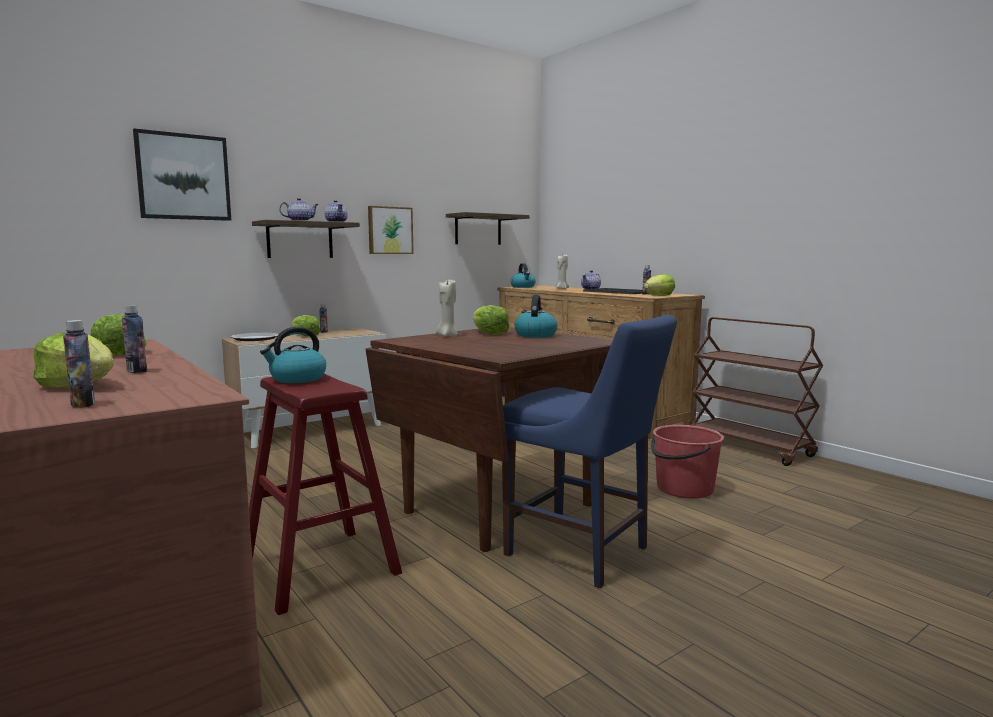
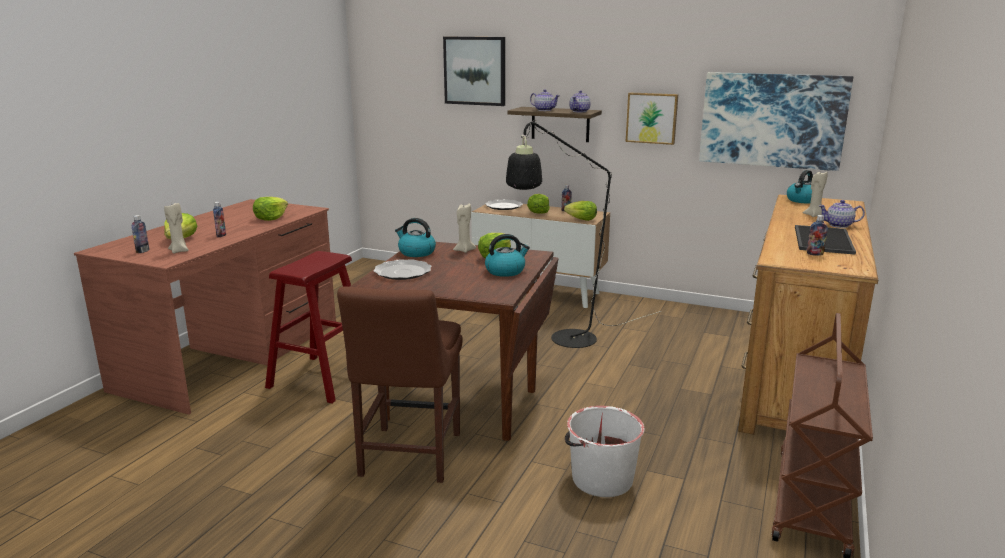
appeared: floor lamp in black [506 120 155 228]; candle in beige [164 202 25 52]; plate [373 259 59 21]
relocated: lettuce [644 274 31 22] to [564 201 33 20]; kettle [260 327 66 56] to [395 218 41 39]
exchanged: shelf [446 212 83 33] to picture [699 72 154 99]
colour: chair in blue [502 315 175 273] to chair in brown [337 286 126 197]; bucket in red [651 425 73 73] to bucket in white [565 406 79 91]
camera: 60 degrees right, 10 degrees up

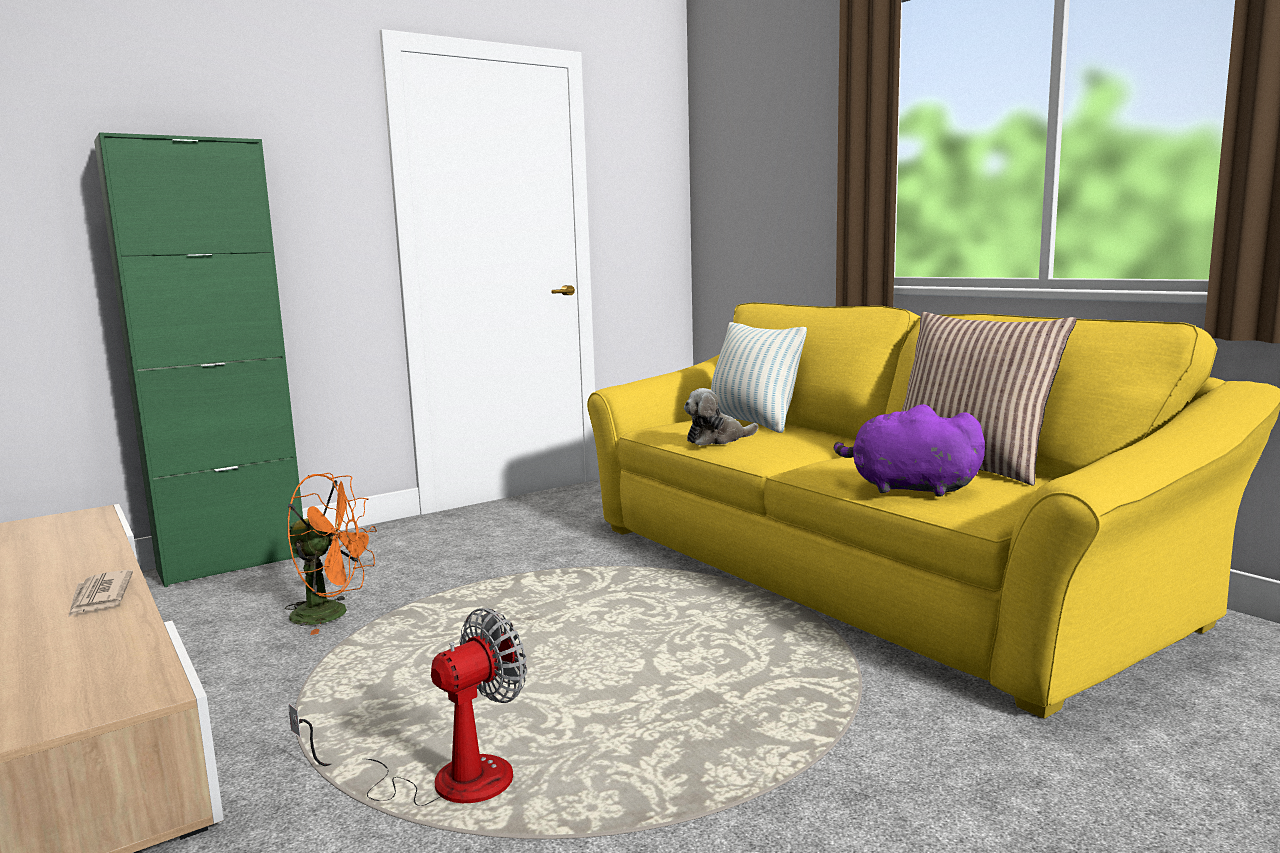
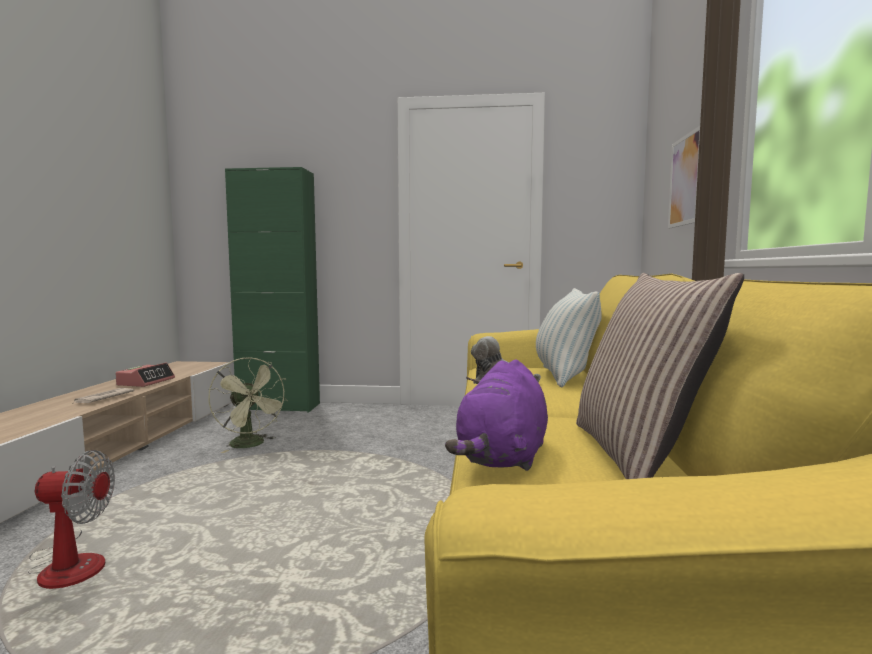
appeared: picture [668 126 32 102]; alarm clock [115 363 60 24]
colour: fan in orange [285 473 92 162] to fan in green [208 357 80 96]
spun: plush toy in purple [834 404 151 93] = [445 360 103 111] 135 degrees counterclockwise
camera: 40 degrees right, 5 degrees down

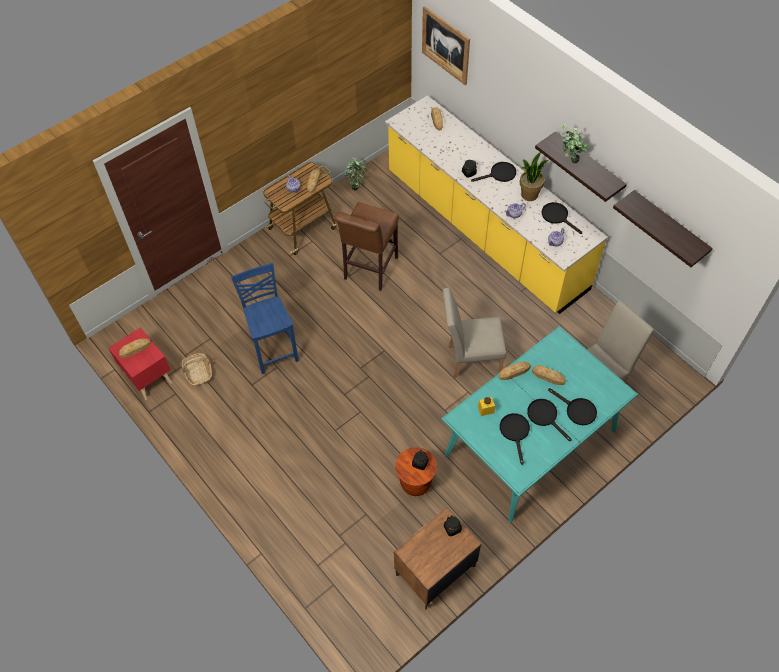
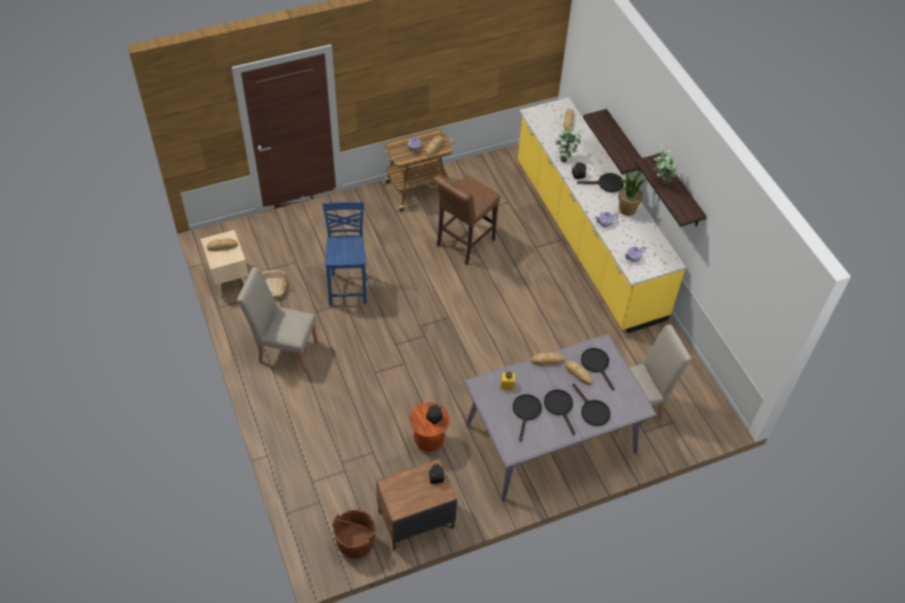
missing: picture [422 6 48 79]
appeared: bucket in brown [332 509 45 50]
relocated: potted plant [343 157 23 33] to [555 126 27 36]; shelf [613 190 100 77] to [583 109 58 65]; frying pan in black [542 202 40 32] to [581 348 33 42]; chair in beige [443 288 63 91] to [237 267 81 105]
colour: dining table in turquoise [441 326 197 196] to dining table in grey [464 334 193 167]; nightstand in red [109 327 63 73] to nightstand in beige [201 230 47 67]
camera: 15 degrees right, 5 degrees down

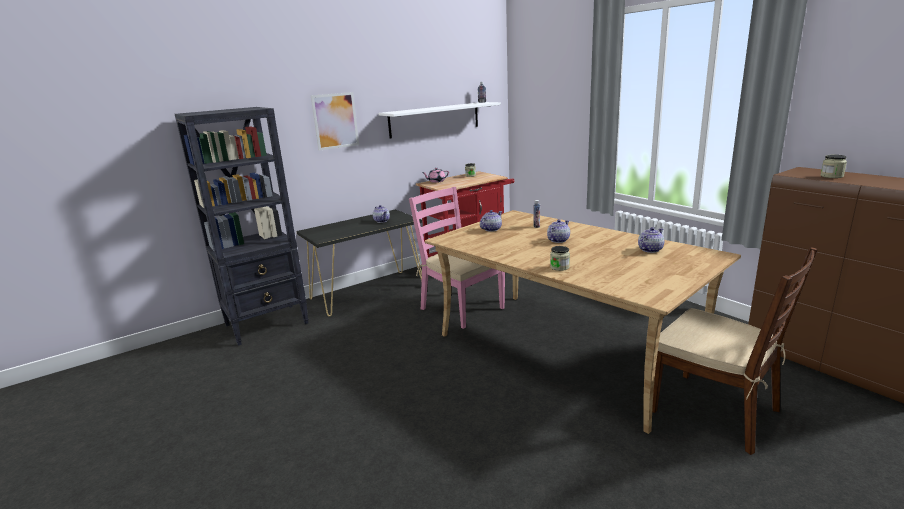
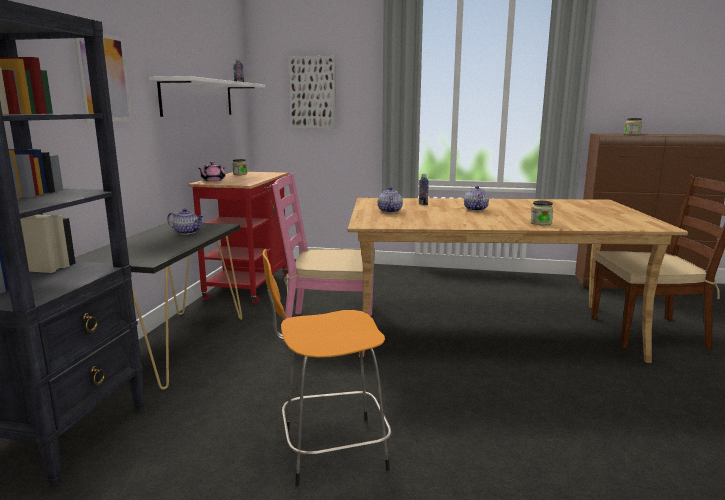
missing: teapot [638 227 26 26]
appeared: picture [289 56 47 73]; stool in orange [263 249 128 237]
camera: 45 degrees left, 5 degrees down

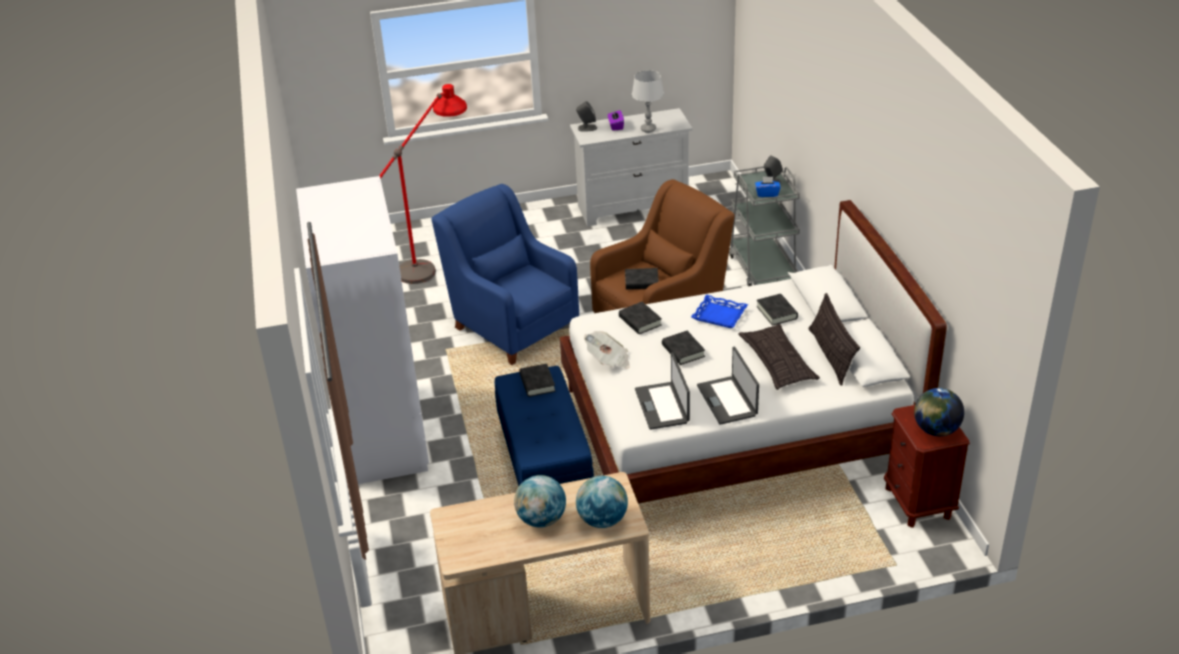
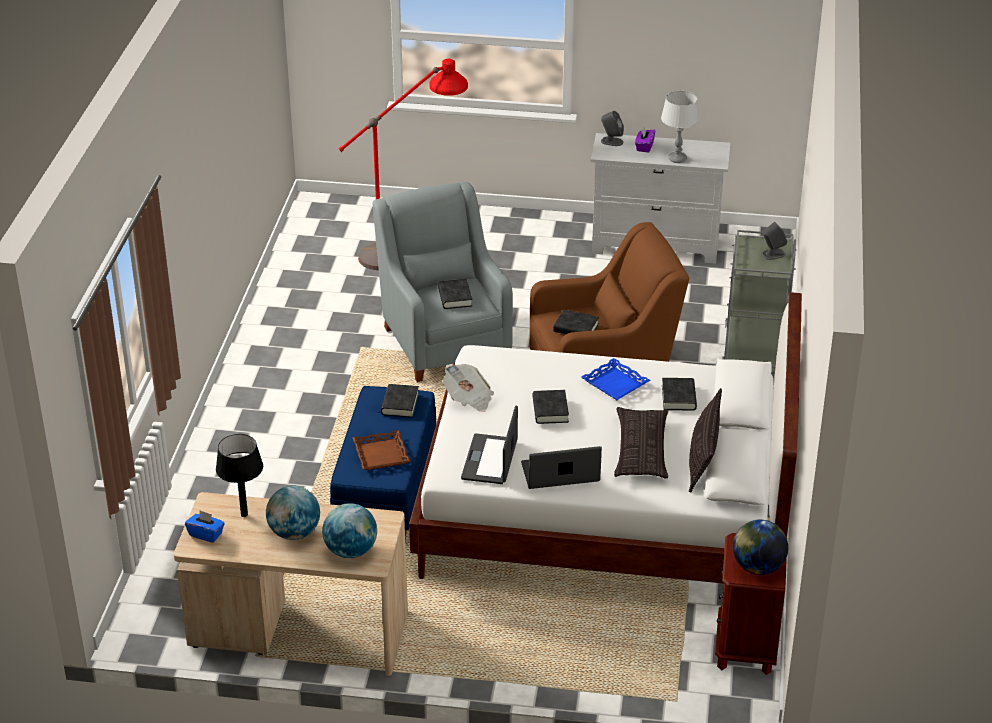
missing: wardrobe in white [296 176 133 308]
appeared: tray in brown [353 430 58 40]; table lamp in black [216 434 47 83]
relocated: tissue box in blue [755 177 26 20] to [185 510 40 33]; book in black [619 302 43 32] to [438 279 34 30]
colour: armchair in blue [431 184 148 181] to armchair in grey [372 182 141 200]
spun: laptop [697 347 62 78] = [521 446 81 43] 75 degrees clockwise
camera: 20 degrees right, 0 degrees up

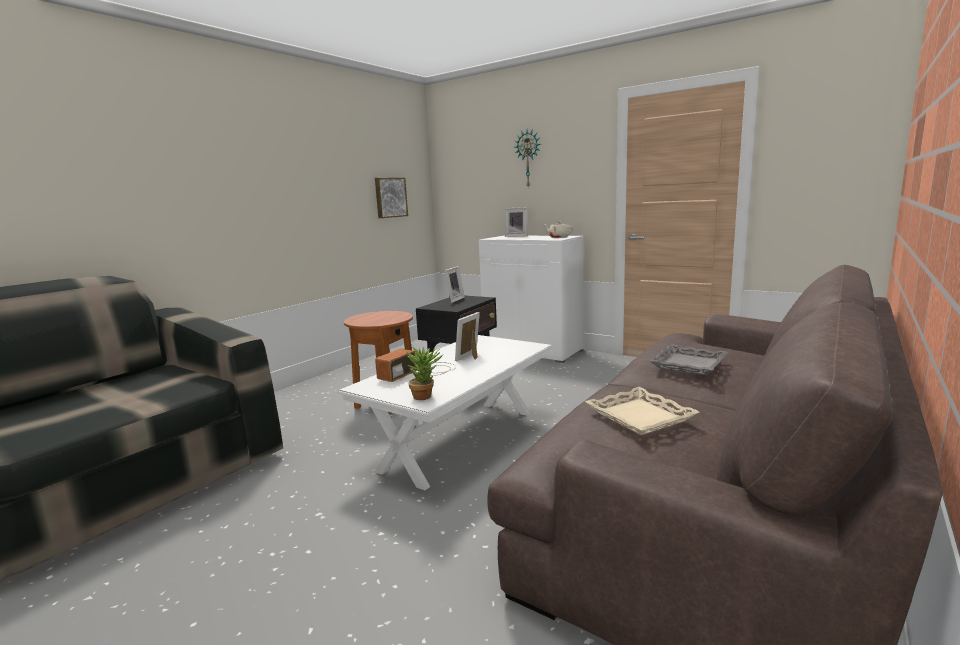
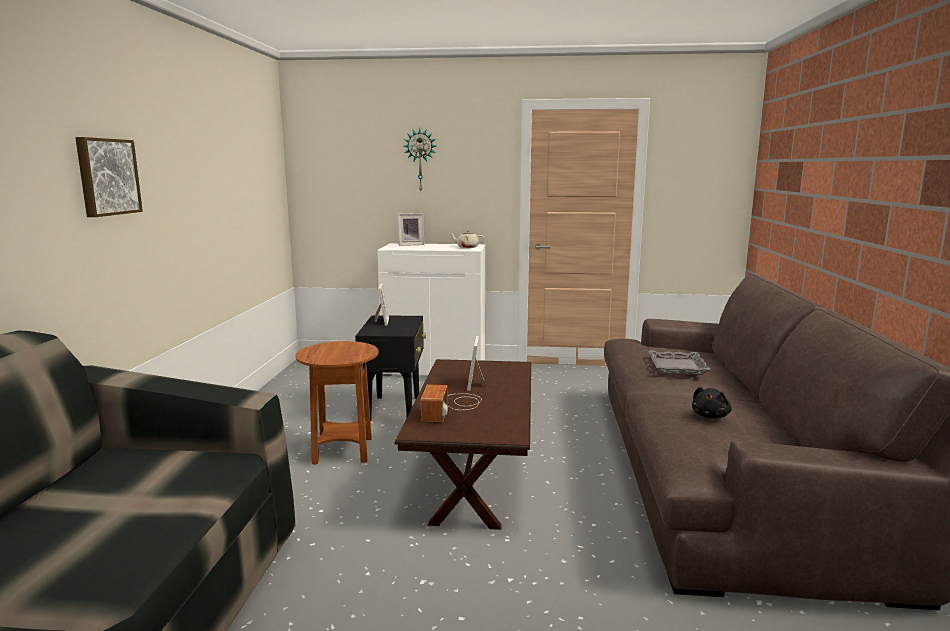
missing: potted plant [402 347 42 53]
relocated: picture [375 178 33 40] to [75 137 68 80]
exchanged: tray in beige [585 387 115 48] to plush toy in black [692 387 40 31]
colour: coffee table in white [337 335 216 156] to coffee table in brown [394 359 137 171]
camera: 30 degrees left, 0 degrees up

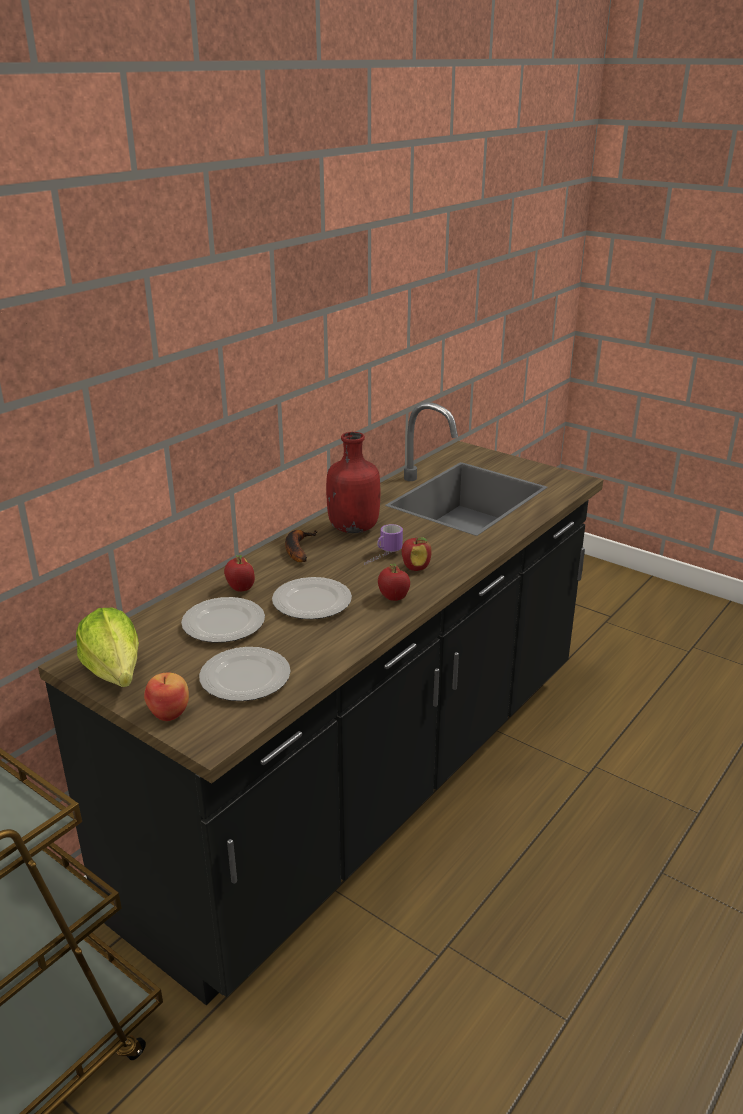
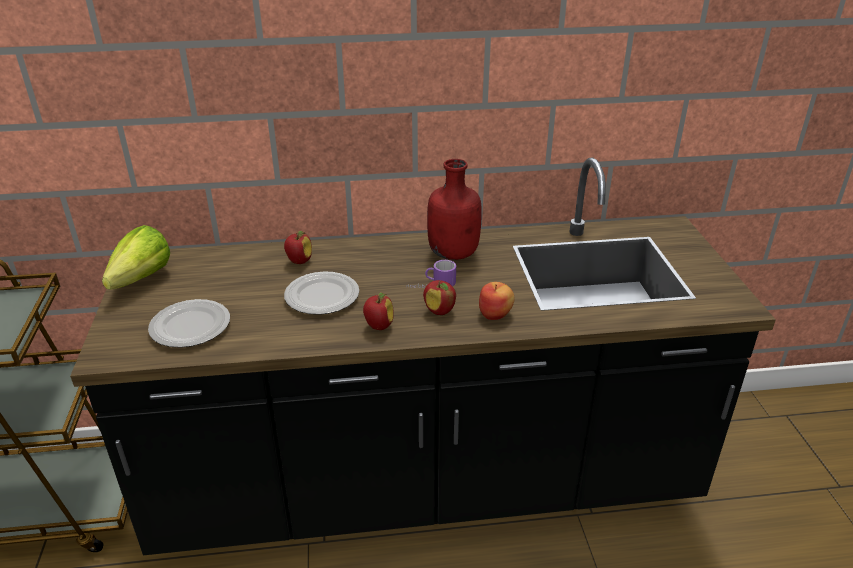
missing: banana [285 530 32 32]; plate [181 597 84 46]
relocated: apple [144 672 45 49] to [479 282 35 38]
camera: 45 degrees right, 5 degrees up

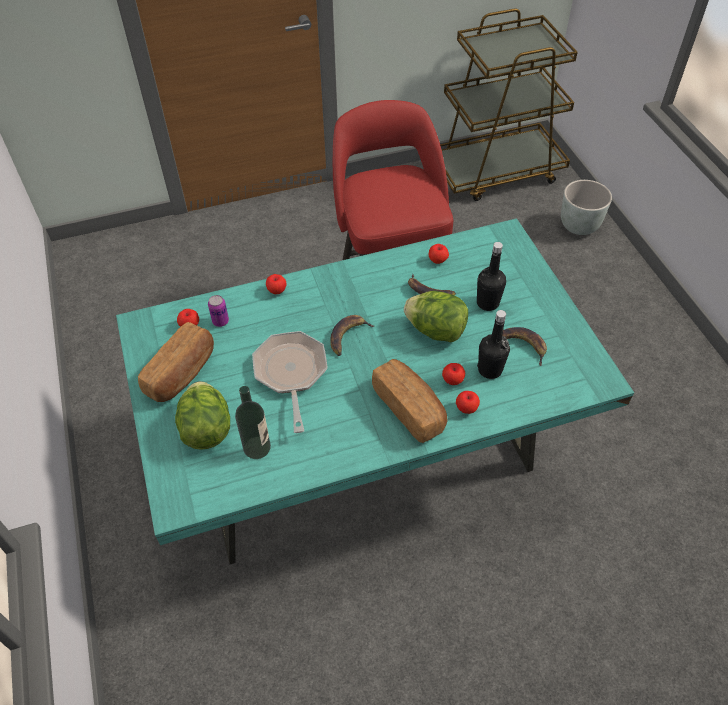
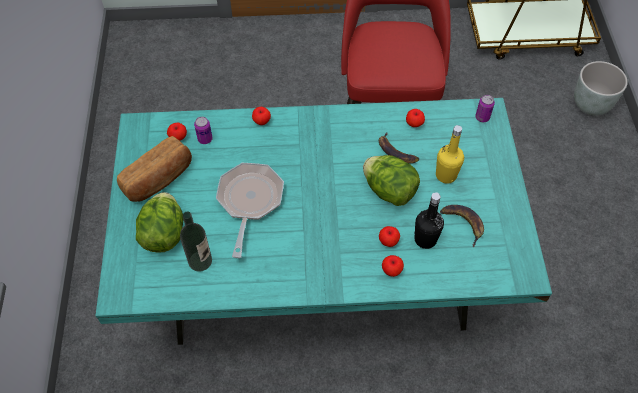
missing: banana [330 315 44 41]; bread [372 359 76 84]
appeared: can [475 95 20 27]
colour: bottle in black [477 242 29 69] to bottle in yellow [436 125 28 59]
camera: 15 degrees right, 5 degrees up

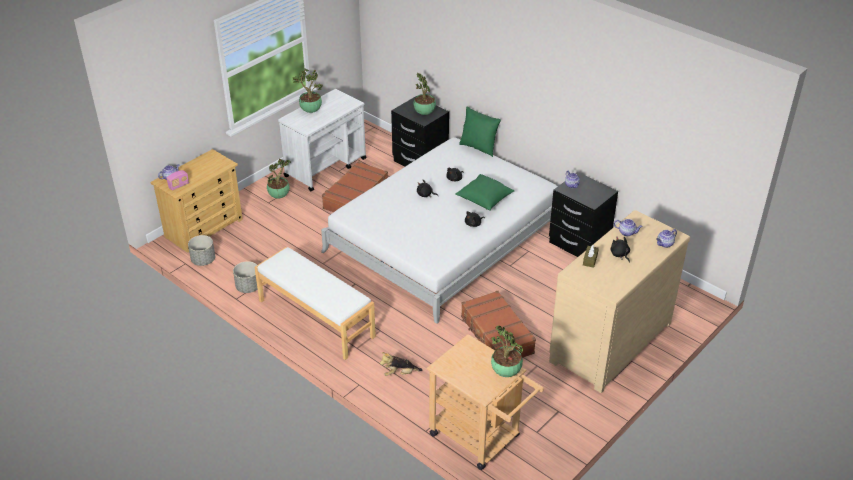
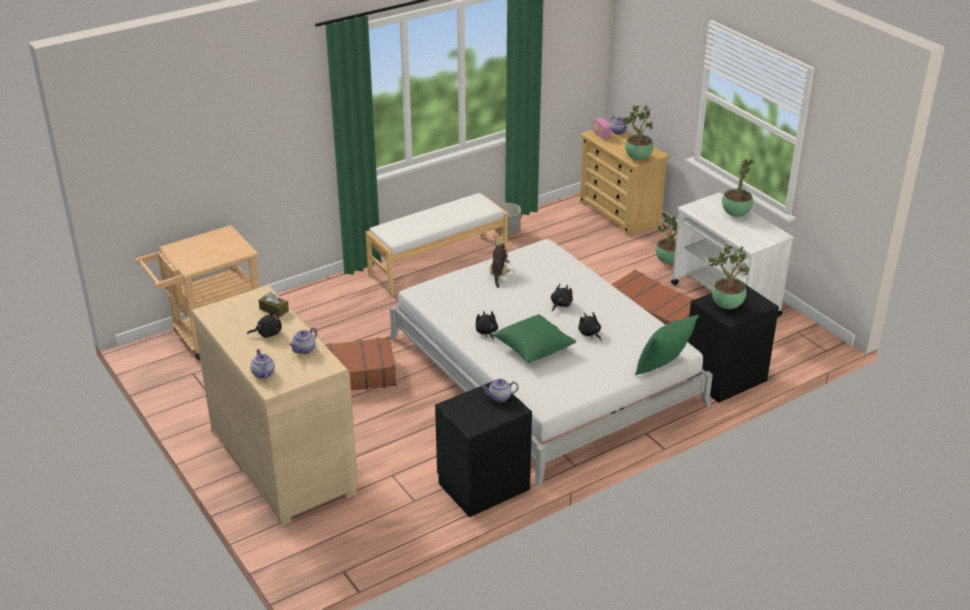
missing: planter in grey [188 235 27 31]
relocated: potted plant [491 326 32 51] to [622 105 31 55]; plush toy [380 352 42 24] to [489 233 22 55]
camera: 105 degrees right, 5 degrees down

